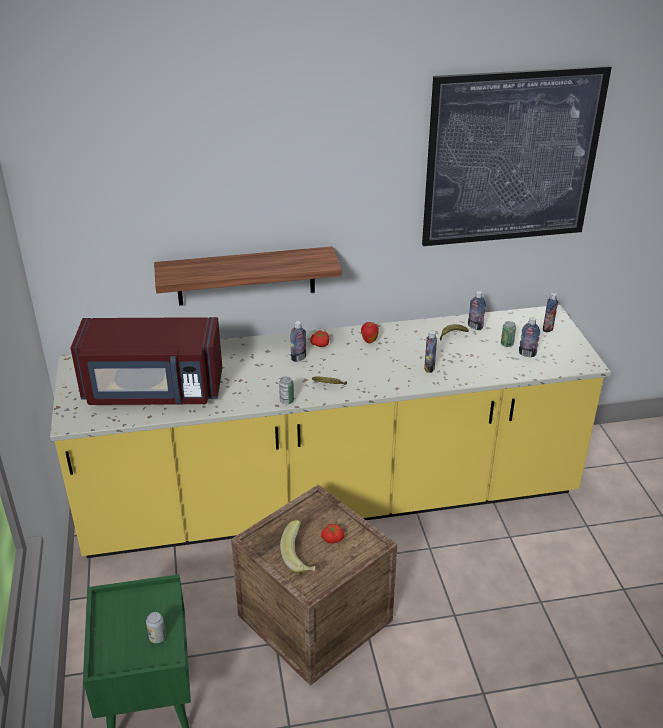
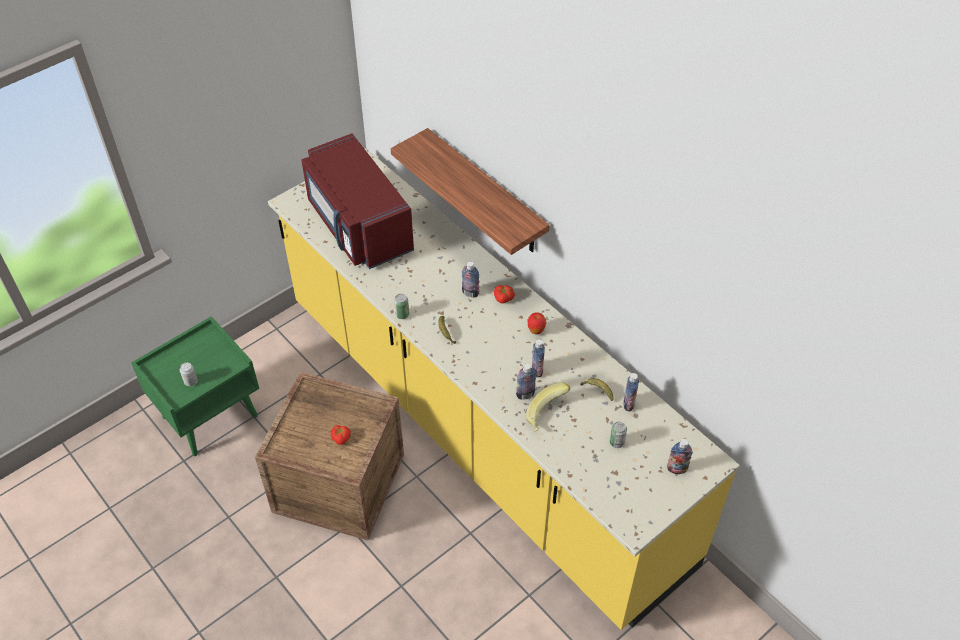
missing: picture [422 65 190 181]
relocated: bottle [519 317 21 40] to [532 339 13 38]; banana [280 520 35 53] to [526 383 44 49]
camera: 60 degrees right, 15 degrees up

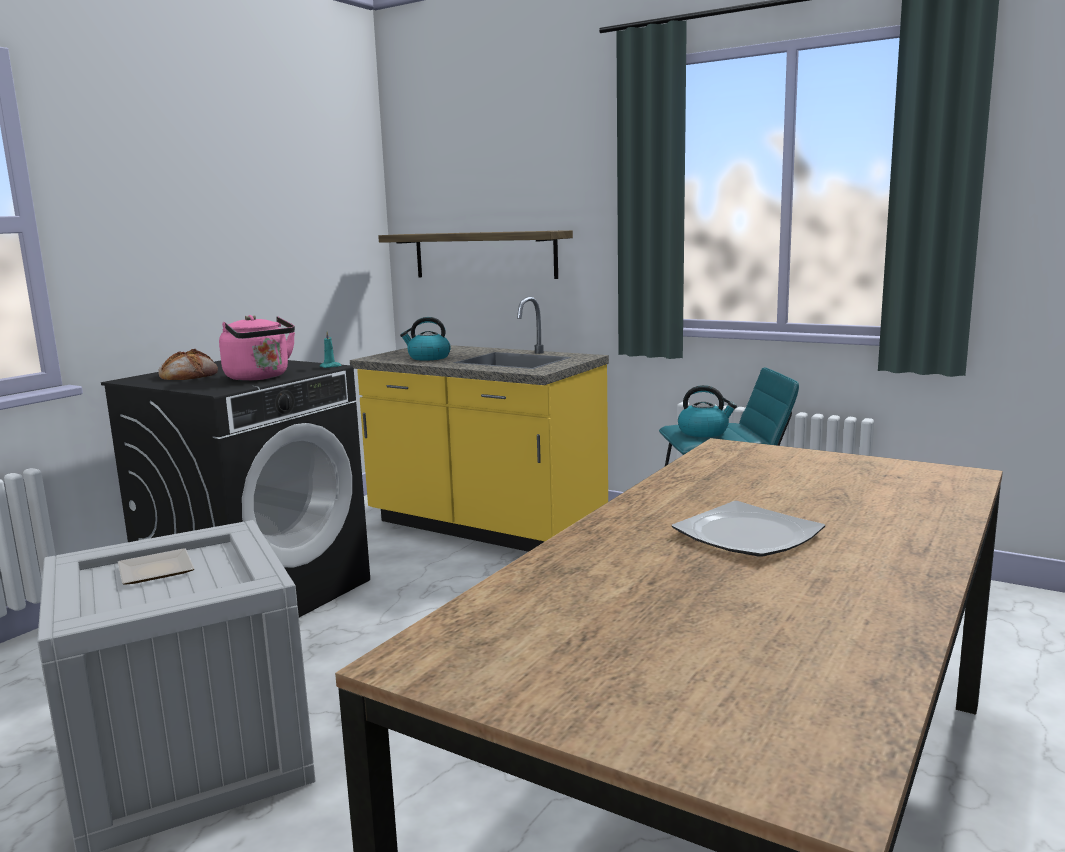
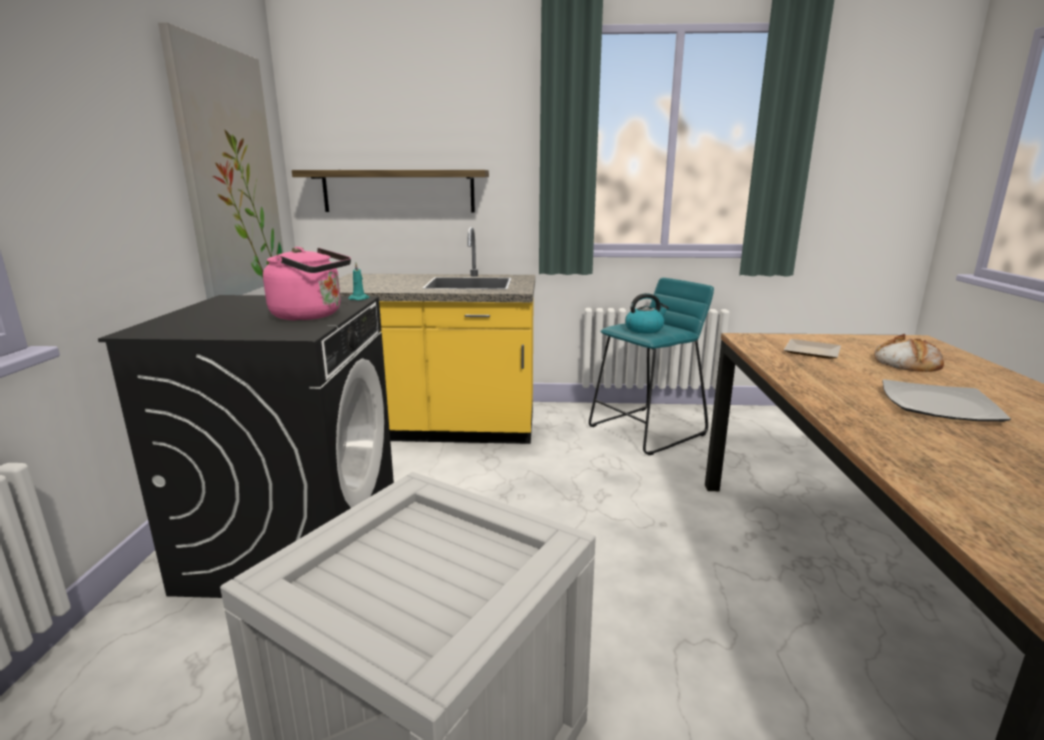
missing: kettle [400 317 51 44]
appeared: picture [158 22 126 277]
relocated: bread [158 349 60 31] to [874 334 70 38]; plate [118 548 76 37] to [784 339 57 20]
camera: 30 degrees left, 5 degrees up

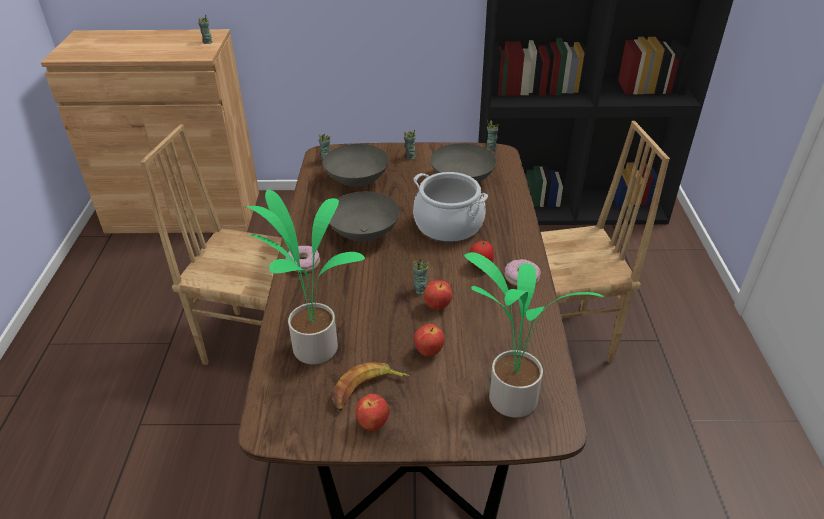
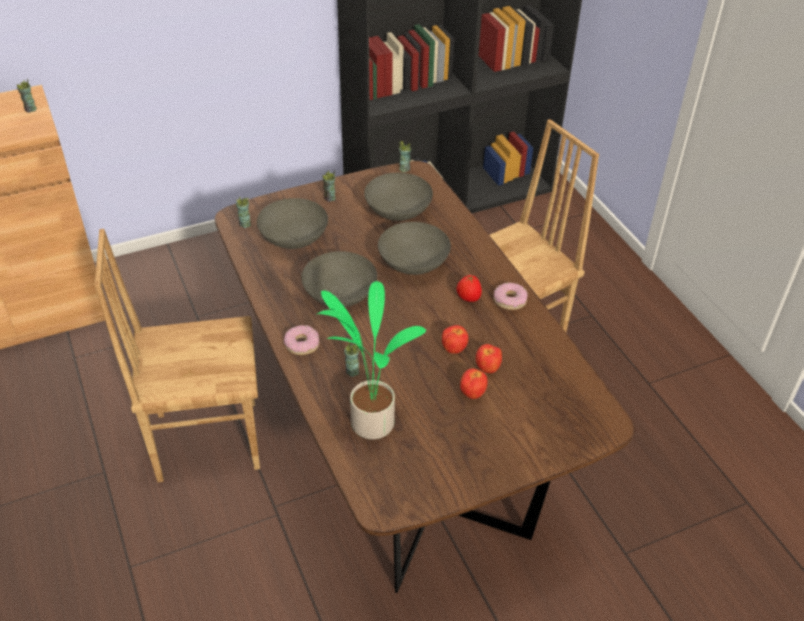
missing: potted plant [464 252 139 166]; banana [332 362 77 49]
relocated: cup [413 258 16 37] to [344 342 15 35]; apple [356 394 34 37] to [476 344 26 29]
exchanged: cooking pot [413 172 75 70] to bowl in grey [378 222 73 53]
camera: 25 degrees left, 5 degrees up

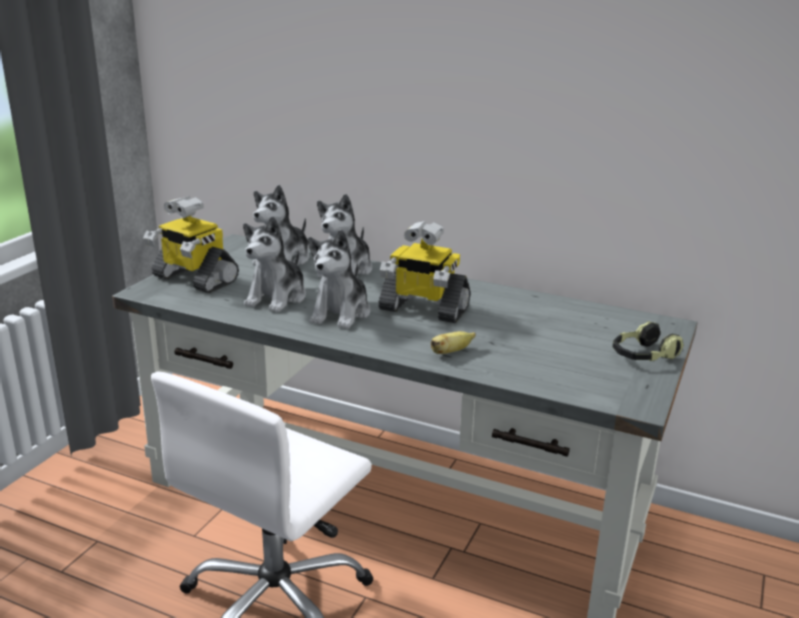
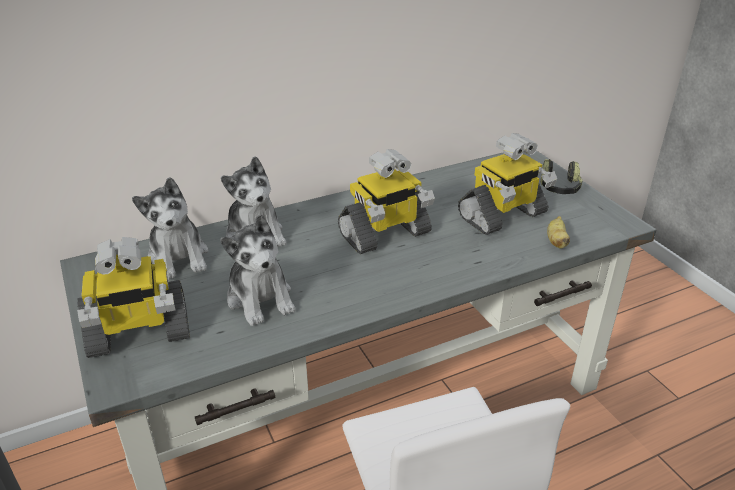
missing: plush toy [308 229 62 100]
appeared: toy robot [458 133 99 102]
relocated: banana [431 331 45 23] to [547 216 23 32]
camera: 50 degrees left, 10 degrees up

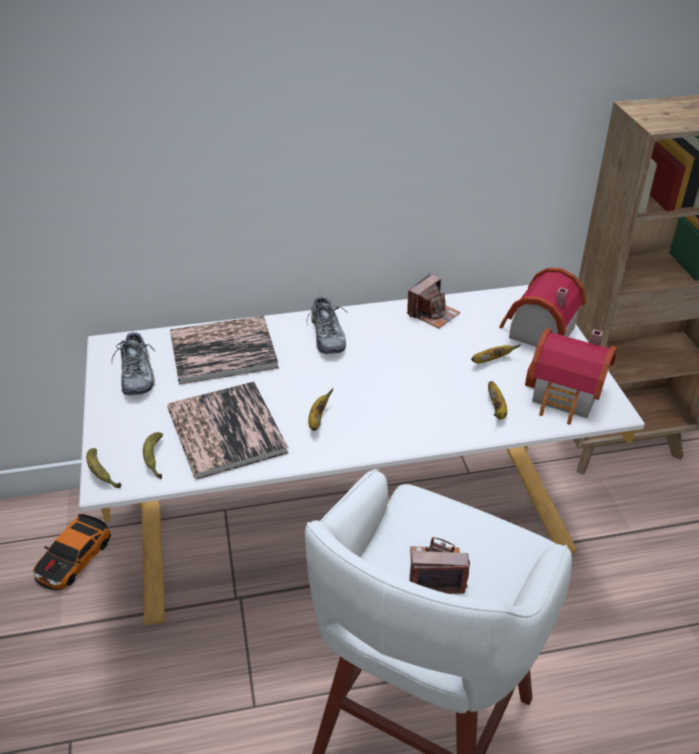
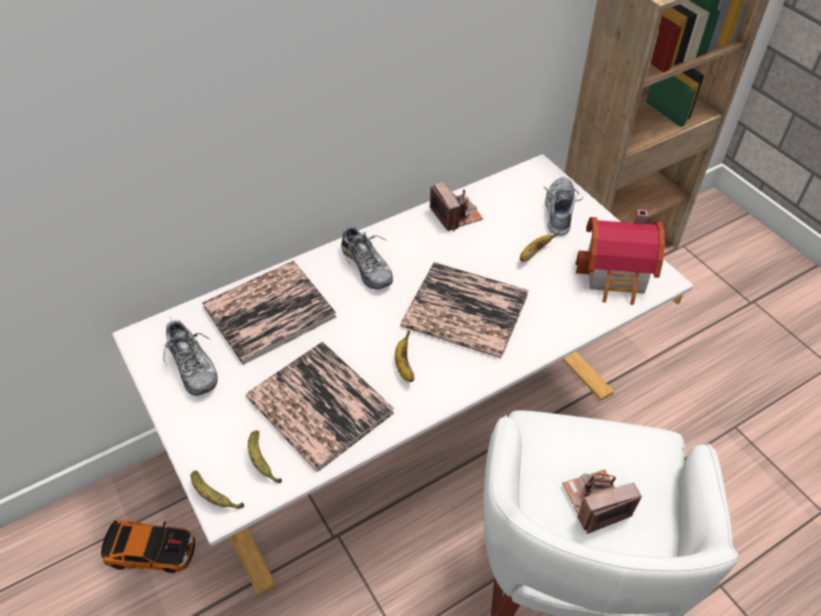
missing: banana [488 381 19 39]
appeared: book [400 262 129 96]
exchanged: toy house [499 268 87 79] to shoe [544 177 39 58]
spun: photo camera [407 274 53 54] = [430 182 53 49] 45 degrees counterclockwise; toy car [33 514 78 76] = [101 520 94 53] 90 degrees counterclockwise
camera: 20 degrees left, 10 degrees up

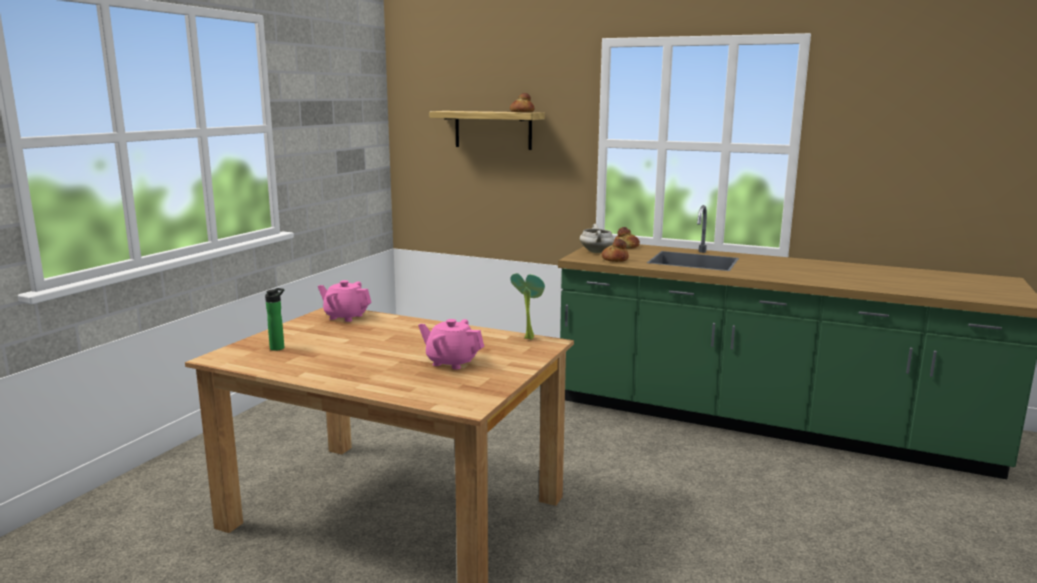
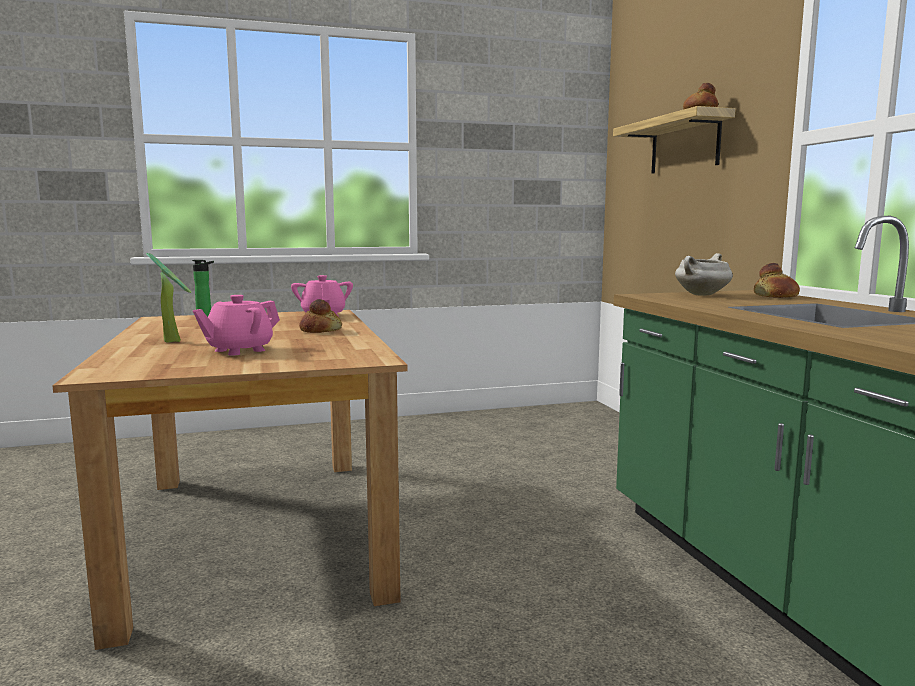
relocated: bread [602 239 27 23] to [299 299 43 34]; potted plant [511 273 34 67] to [146 253 45 89]
spun: teapot in pink [418 319 66 51] = [193 295 87 61] 120 degrees counterclockwise
camera: 50 degrees right, 5 degrees down

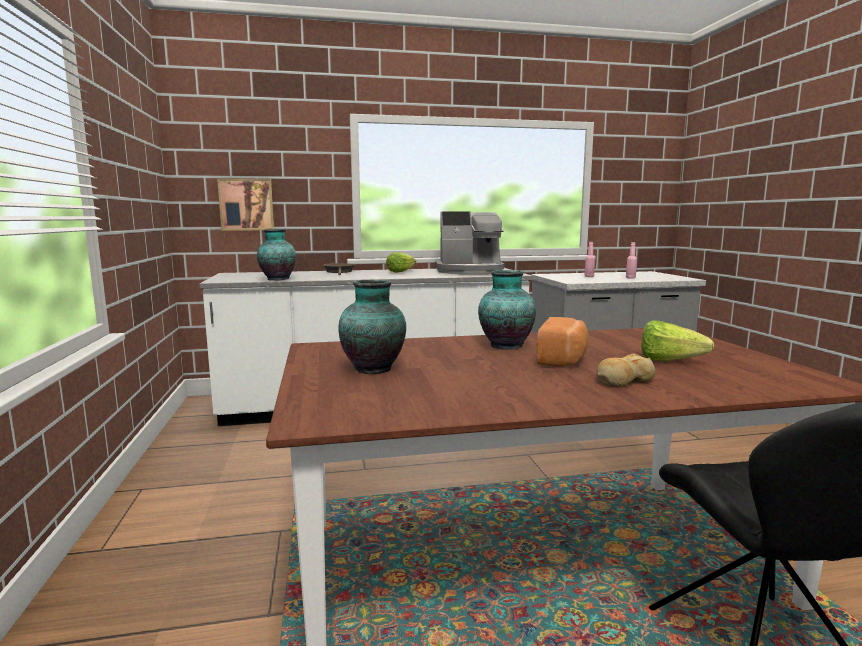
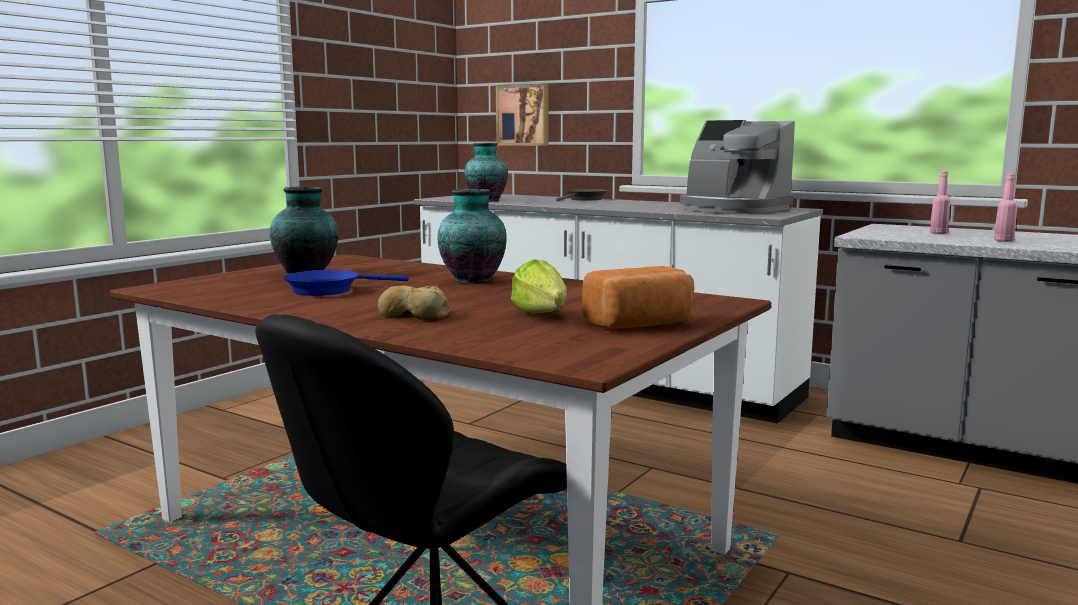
missing: lettuce [386 252 30 21]
appeared: frying pan in blue [283 270 126 26]
relocated: bread [537 317 52 50] to [582 266 113 63]
camera: 45 degrees right, 0 degrees up

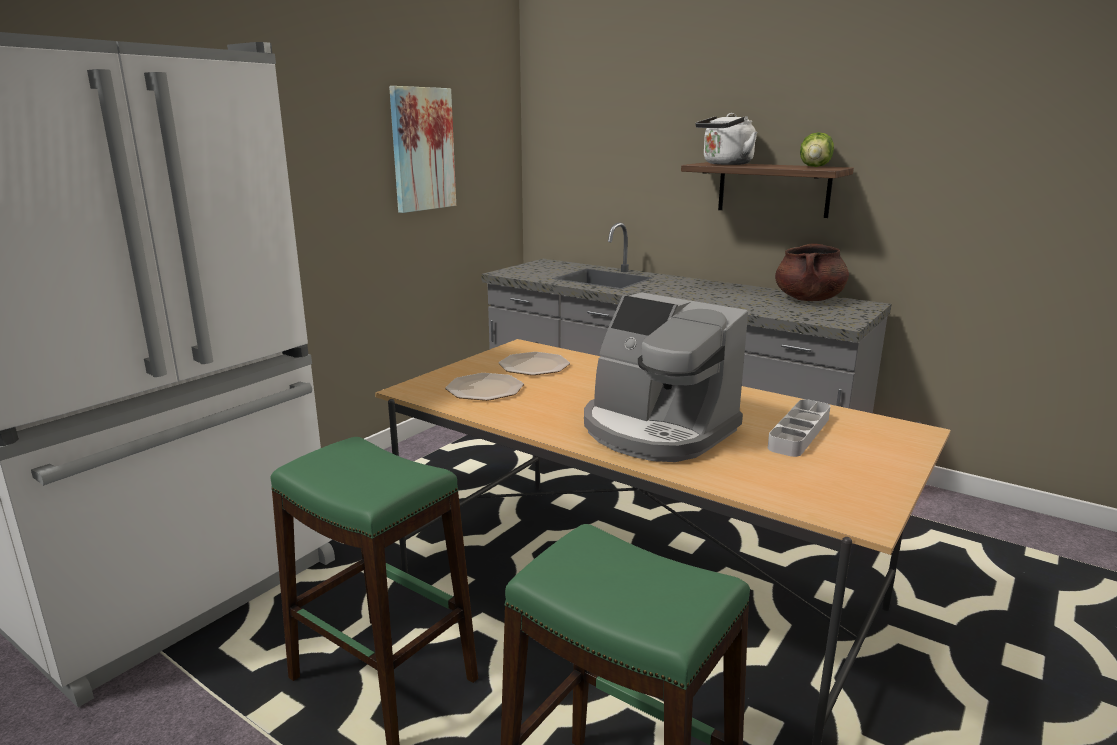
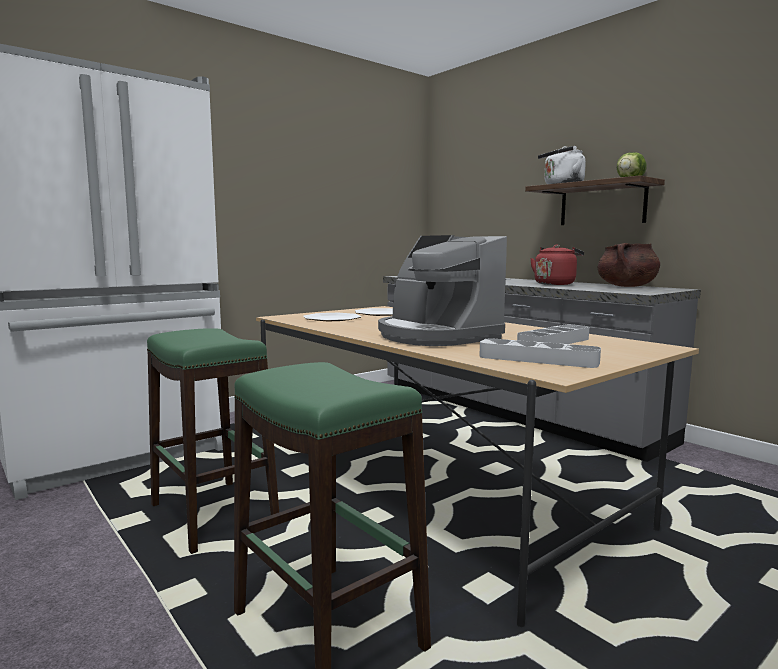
missing: picture [389 86 67 127]
appeared: kettle in red [530 244 54 41]; tray in grey [479 338 122 30]
camera: 15 degrees right, 10 degrees down

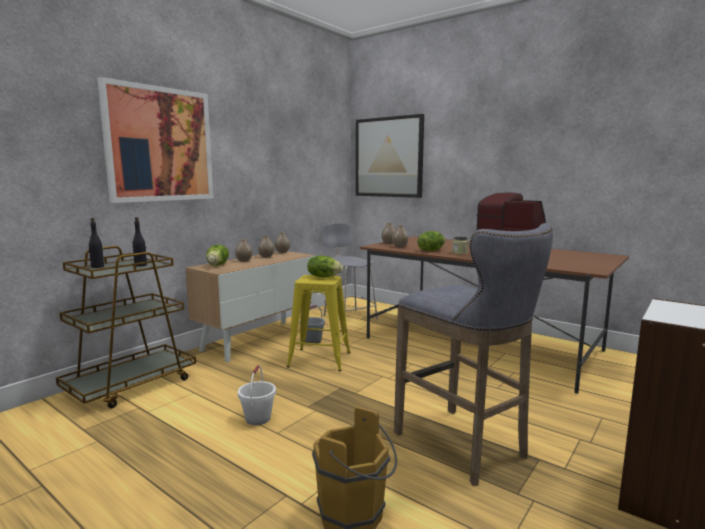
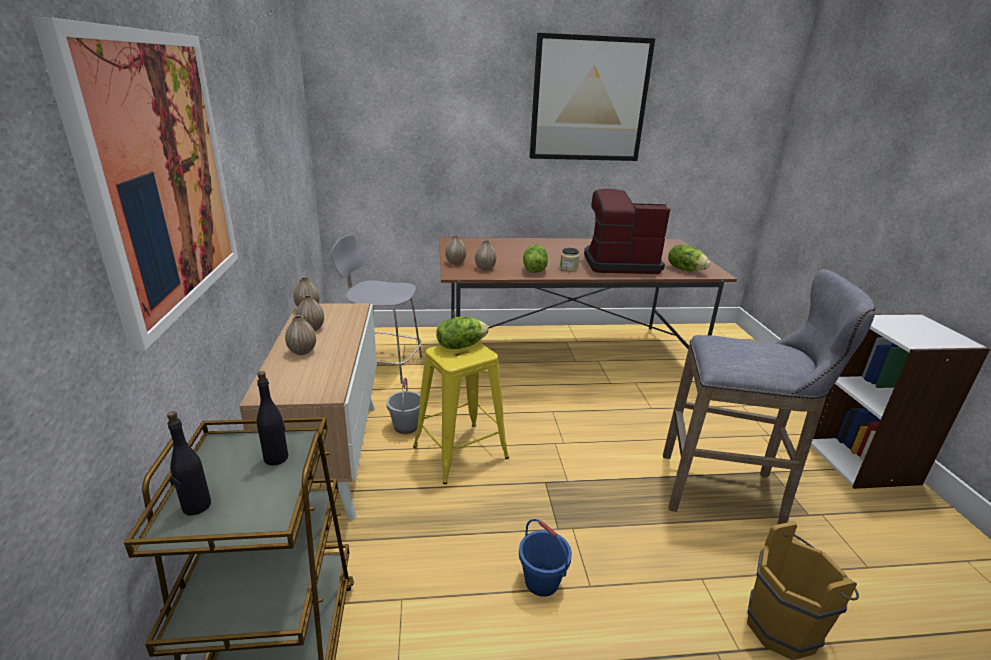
relocated: picture [356 114 68 84] to [530 33 125 128]; lettuce [206 245 23 21] to [668 245 42 26]
colour: bucket in white [238 365 38 60] to bucket in blue [519 519 53 78]
camera: 45 degrees left, 15 degrees up

